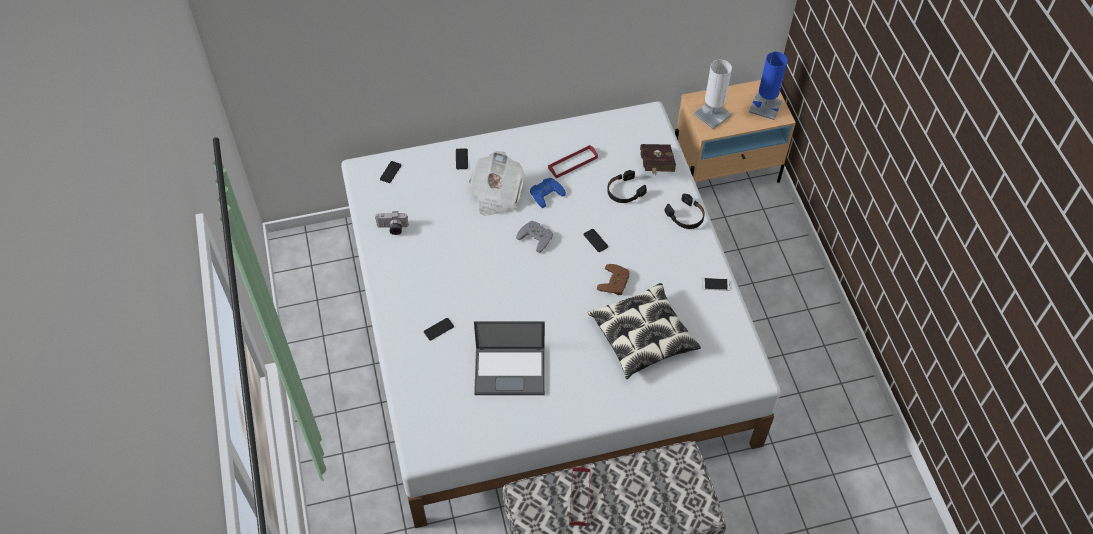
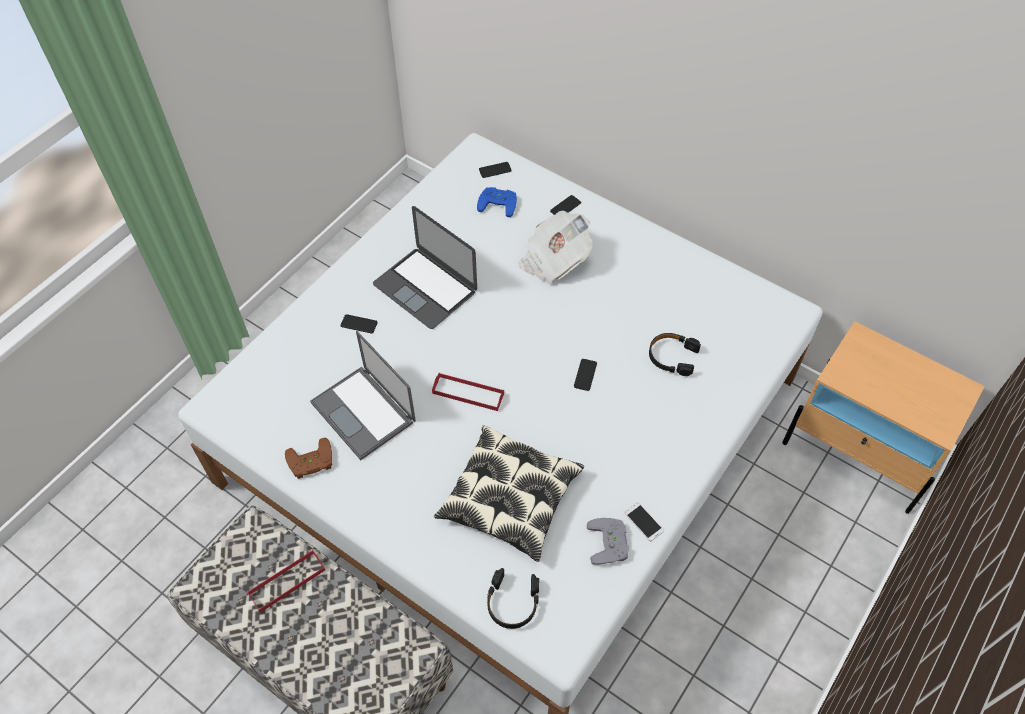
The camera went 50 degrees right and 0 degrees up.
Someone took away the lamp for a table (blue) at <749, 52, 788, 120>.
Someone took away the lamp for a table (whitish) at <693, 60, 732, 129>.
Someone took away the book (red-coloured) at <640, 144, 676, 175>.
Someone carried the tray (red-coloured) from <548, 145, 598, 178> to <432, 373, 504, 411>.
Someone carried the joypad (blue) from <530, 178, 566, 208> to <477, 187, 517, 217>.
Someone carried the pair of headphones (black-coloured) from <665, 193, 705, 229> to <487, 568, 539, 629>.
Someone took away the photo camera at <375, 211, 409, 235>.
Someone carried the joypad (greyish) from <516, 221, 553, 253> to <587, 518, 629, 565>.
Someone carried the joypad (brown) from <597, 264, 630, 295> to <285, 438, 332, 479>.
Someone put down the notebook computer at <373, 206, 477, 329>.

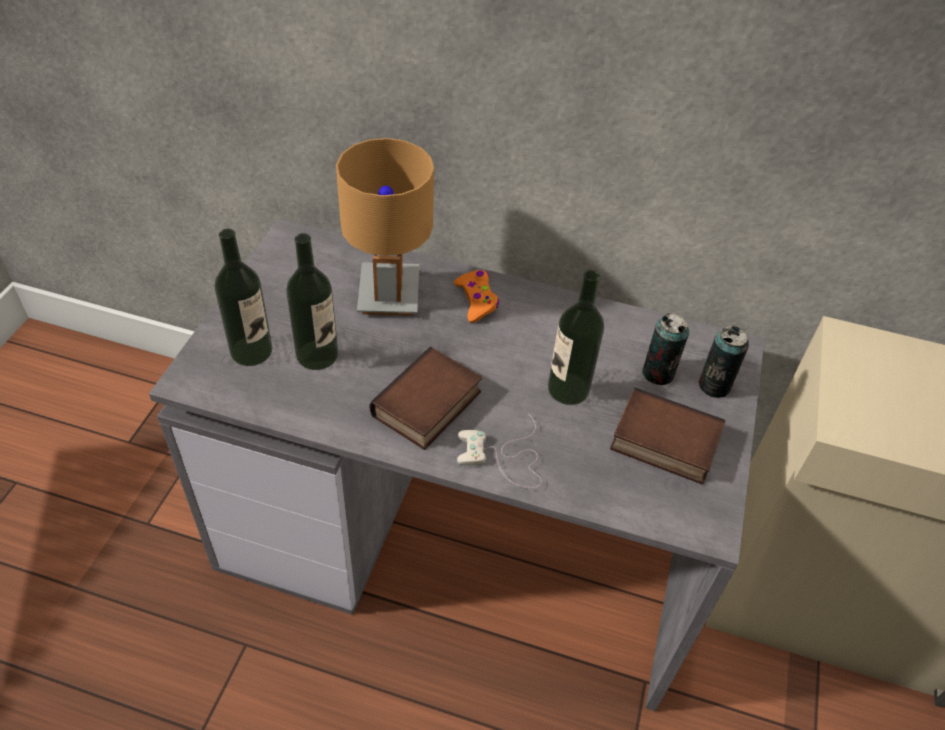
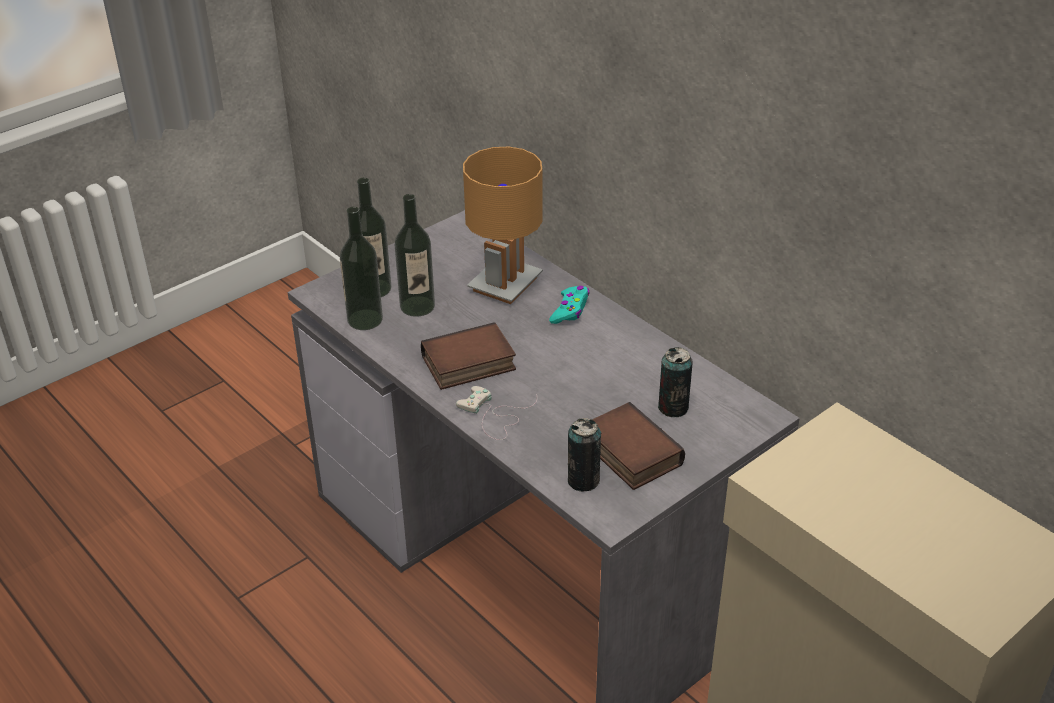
The camera went 35 degrees right and 10 degrees down.
Someone repainted the joypad (orange-coloured) at <454, 270, 499, 323>, which became the joypad (blue-green) at <549, 286, 589, 324>.
Someone carried the beverage bottle from <548, 270, 604, 405> to <340, 207, 383, 330>.
Someone carried the can from <699, 326, 749, 398> to <568, 418, 601, 492>.

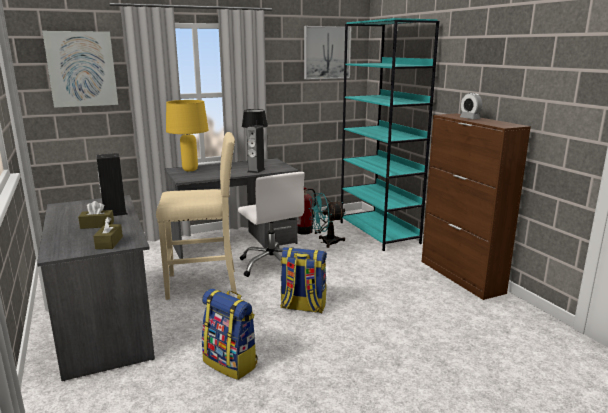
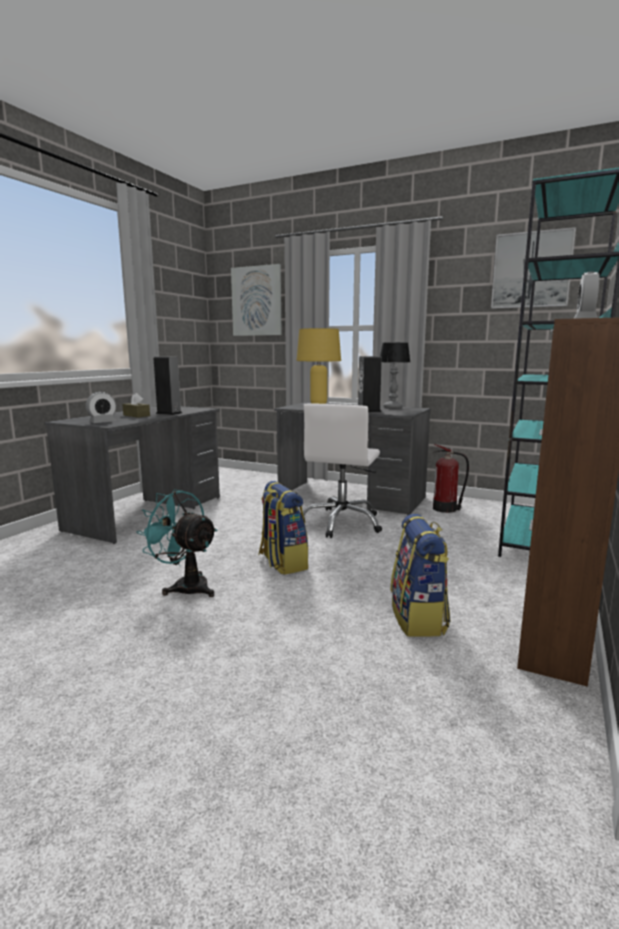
The camera went 50 degrees right and 5 degrees down.
Someone took away the sitting stool (sand-coloured) at <156, 132, 237, 300>.
Someone carried the cooling fan (blue-green) from <308, 193, 345, 248> to <136, 489, 218, 597>.
Someone swapped the tissue holder (brown) at <93, 217, 123, 249> for the table clock at <86, 392, 116, 423>.
Someone carried the rucksack from <202, 289, 258, 380> to <391, 514, 450, 637>.

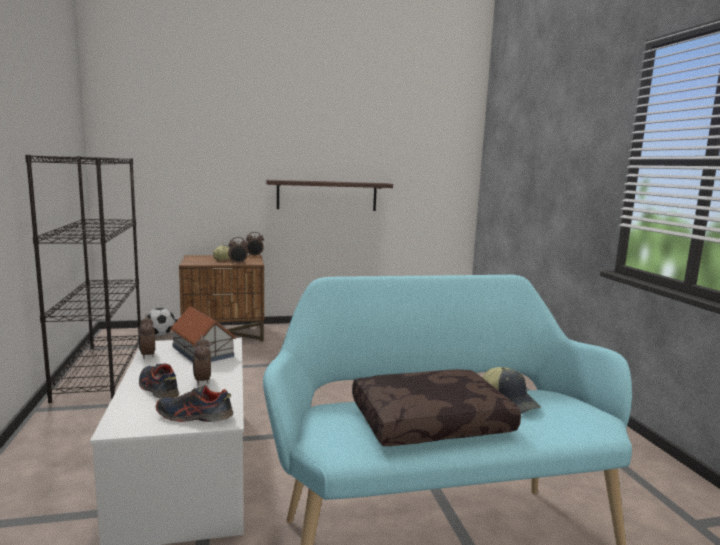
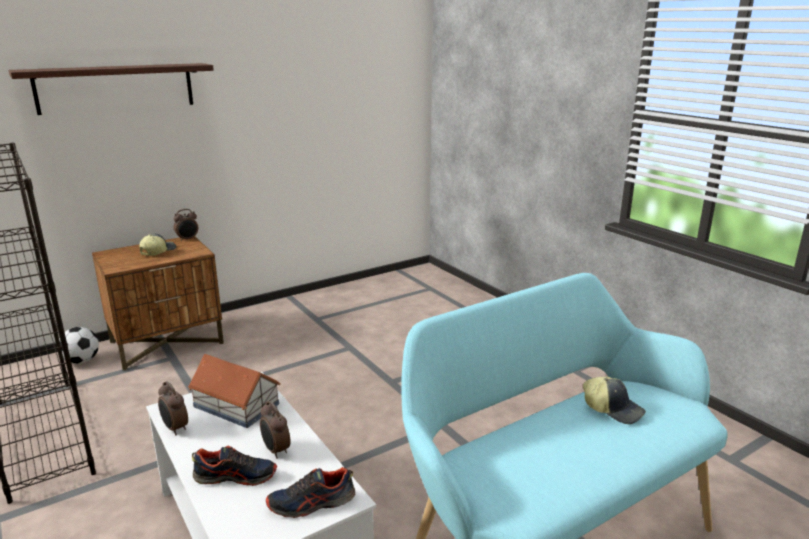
The camera went 20 degrees left and 10 degrees up.
Someone carried the bracket shelf from <266, 180, 393, 211> to <9, 63, 214, 115>.
Someone took away the table clock at <228, 237, 248, 264>.
Someone rotated the item of footwear at <139, 364, 179, 399> by 150 degrees clockwise.
Someone took away the cushion (brown) at <352, 369, 521, 446>.

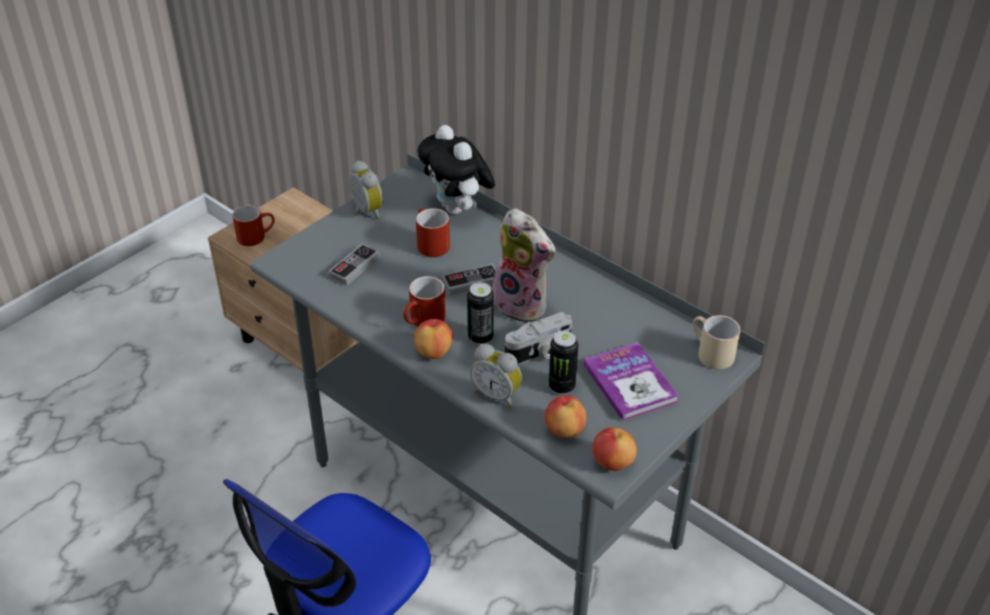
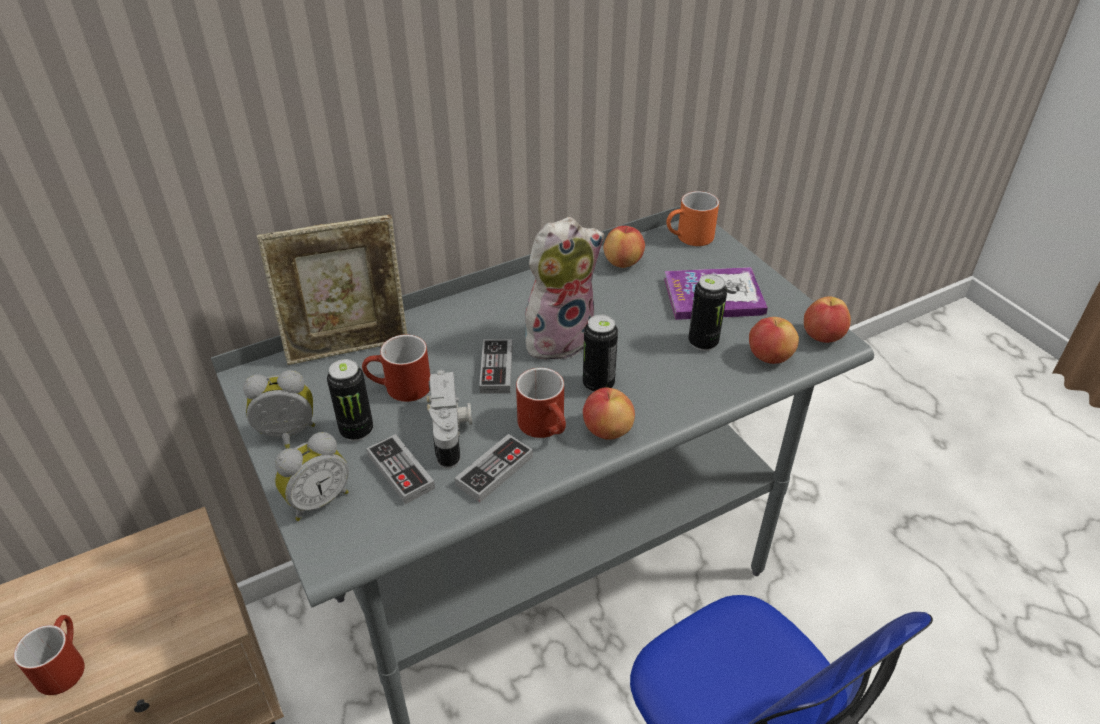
The camera went 70 degrees left and 0 degrees up.
Someone swapped the cuddly toy at <418, 125, 495, 215> for the picture frame at <257, 215, 407, 365>.
Someone carried the photo camera from <505, 312, 572, 365> to <427, 370, 472, 469>.
Someone repainted the tea mug (sand-coloured) at <693, 315, 741, 369>, which became the tea mug (orange-coloured) at <666, 191, 719, 246>.
Someone carried the table clock from <470, 344, 522, 407> to <275, 432, 349, 521>.
Someone put down the apple at <603, 226, 645, 268>.
Someone put down the can at <327, 359, 373, 441>.
Someone put down the joypad at <455, 434, 533, 503>.

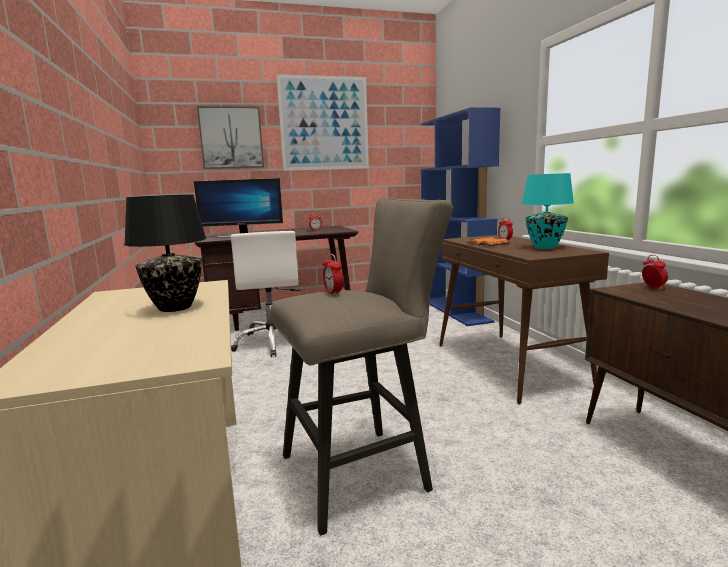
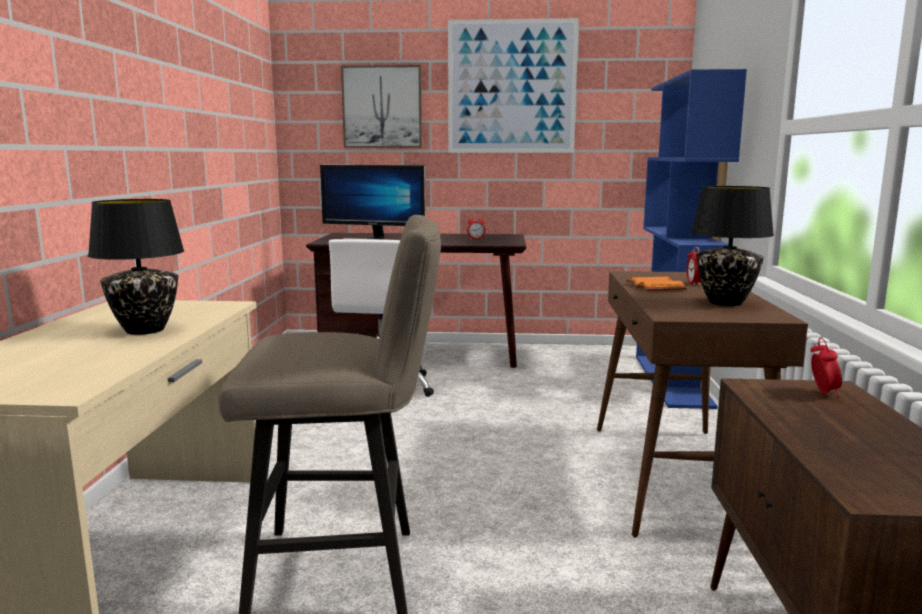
The camera went 20 degrees right and 0 degrees up.
Someone repainted the lamp for a table (blue-green) at <522, 173, 574, 249>, which became the lamp for a table (black-coloured) at <691, 186, 774, 306>.
Someone took away the table clock at <323, 254, 343, 296>.

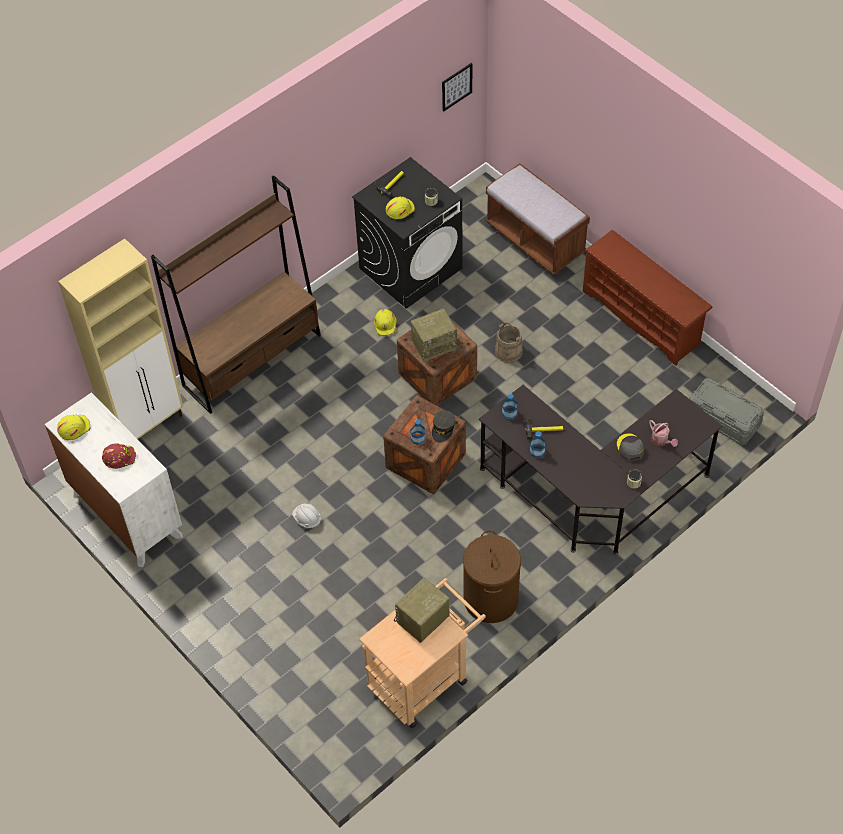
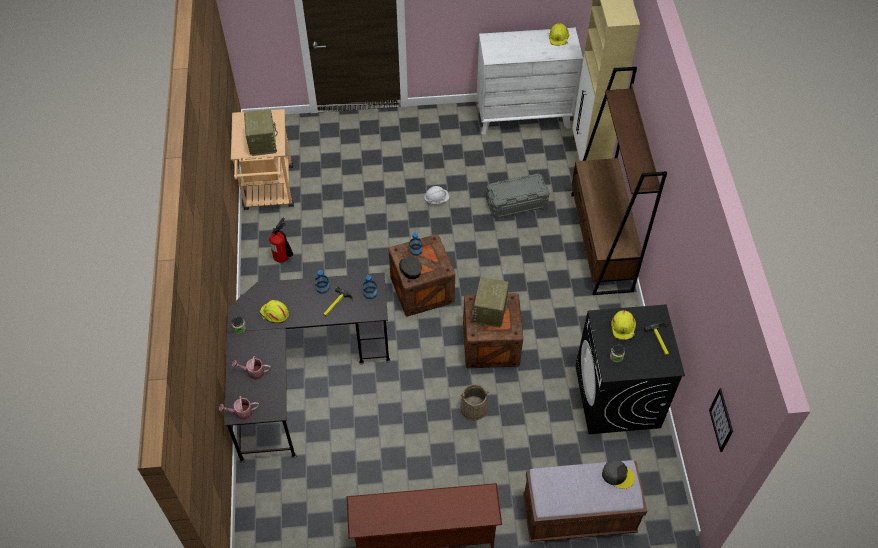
The camera went 125 degrees right and 0 degrees up.
Someone carried the work helmet (yellowish) from <374, 309, 397, 336> to <260, 300, 289, 323>.
Someone carried the storage bin (greyish) from <689, 378, 764, 445> to <486, 173, 549, 218>.
Someone carried the baseball cap (greyish) from <617, 433, 645, 461> to <602, 460, 635, 489>.
Someone took away the work helmet (red-coloured) at <102, 443, 136, 469>.
Someone swapped the washing basket (brown) at <463, 530, 521, 623> for the fire extinguisher at <269, 218, 293, 263>.
Someone put down the watering pot at <219, 396, 259, 420>.

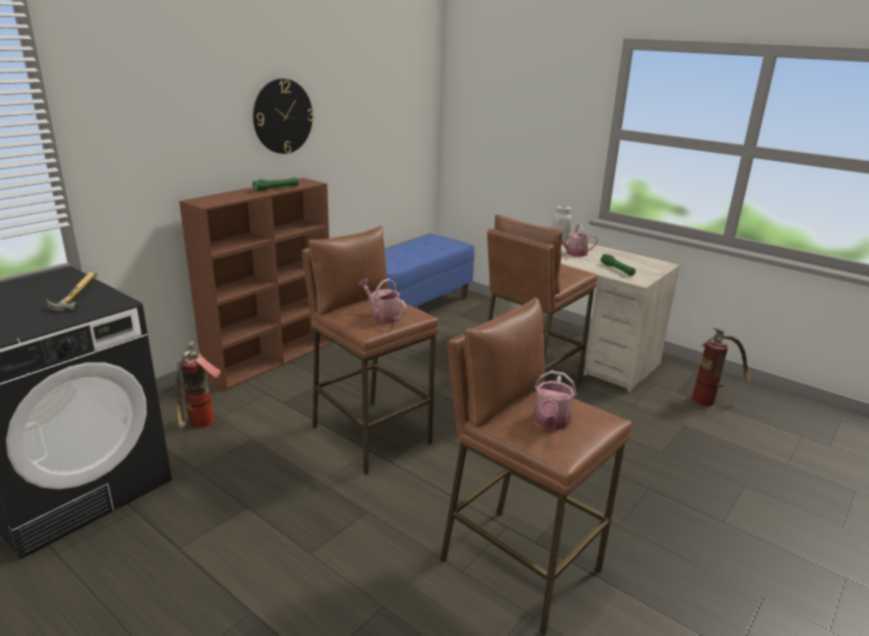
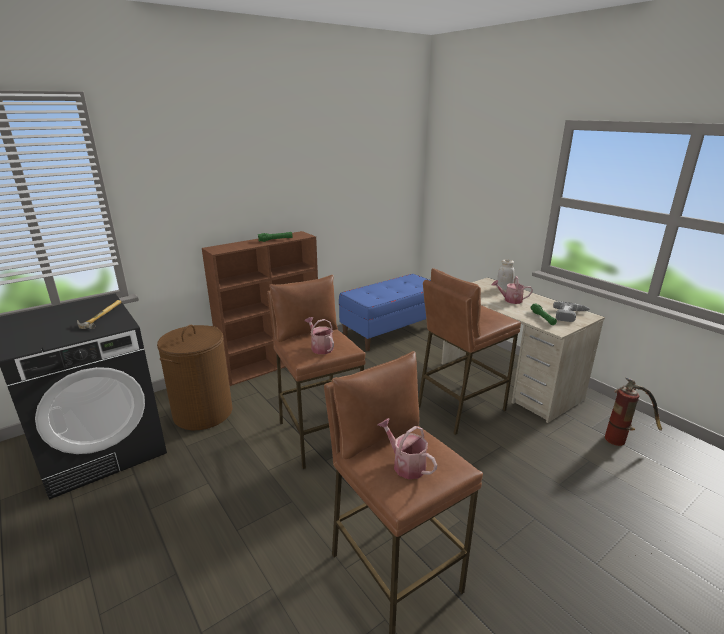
The camera went 15 degrees right and 0 degrees up.
Someone took away the wall clock at <253, 79, 314, 154>.
Someone swapped the fire extinguisher at <176, 340, 221, 429> for the washing basket (brown) at <157, 325, 233, 430>.
Someone rotated the watering pot at <533, 370, 576, 430> by 105 degrees clockwise.
Someone put down the drill at <553, 302, 590, 322>.

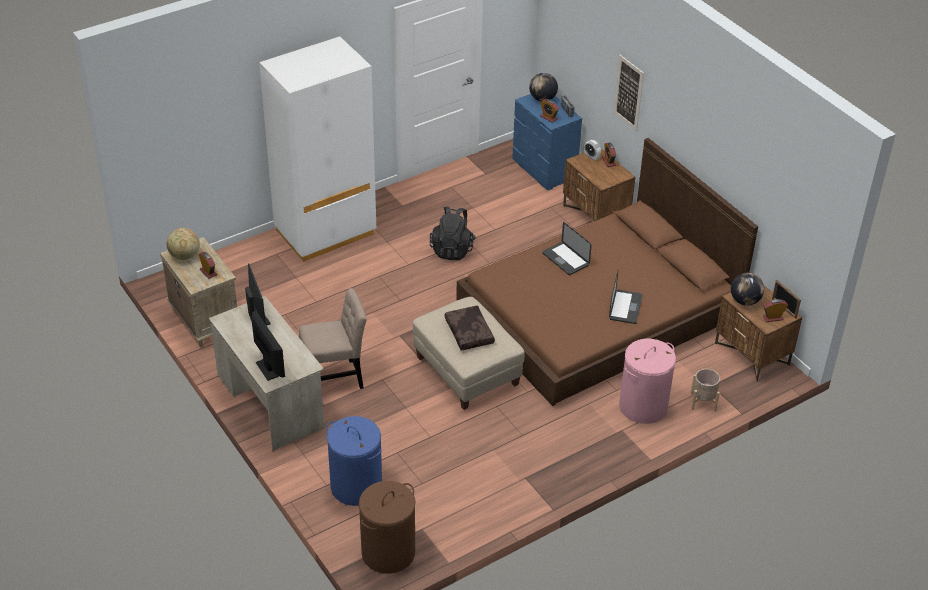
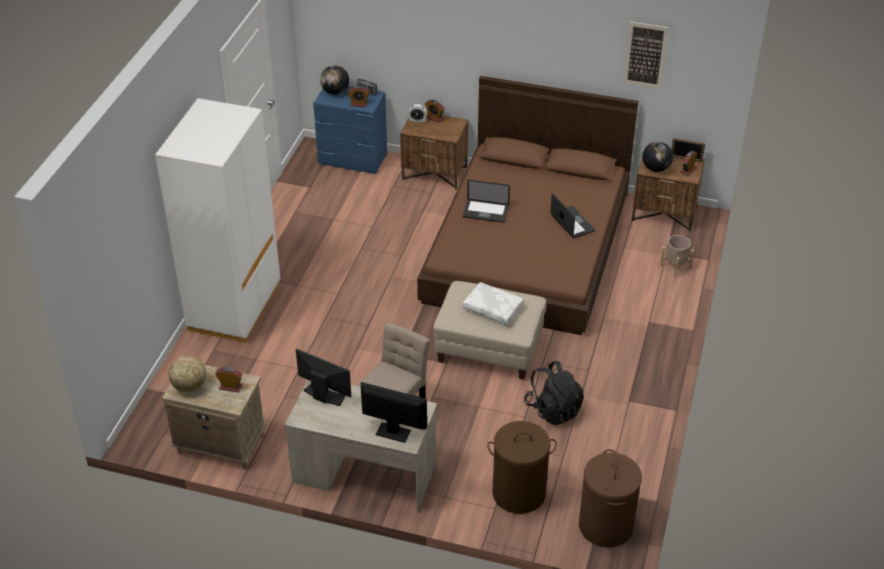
The camera went 40 degrees left and 0 degrees up.
Someone carried the picture from <613, 55, 644, 131> to <622, 22, 669, 89>.
Someone carried the rucksack (black-coloured) from <430, 206, 476, 260> to <524, 361, 584, 425>.
Someone repainted the cushion (brown) at <445, 306, 495, 351>, which became the cushion (whitish) at <462, 282, 524, 326>.
Someone took away the washing basket (pink-coloured) at <619, 339, 676, 424>.
Someone repainted the washing basket (blue) at <326, 416, 382, 506>, which became the washing basket (brown) at <487, 421, 557, 514>.

